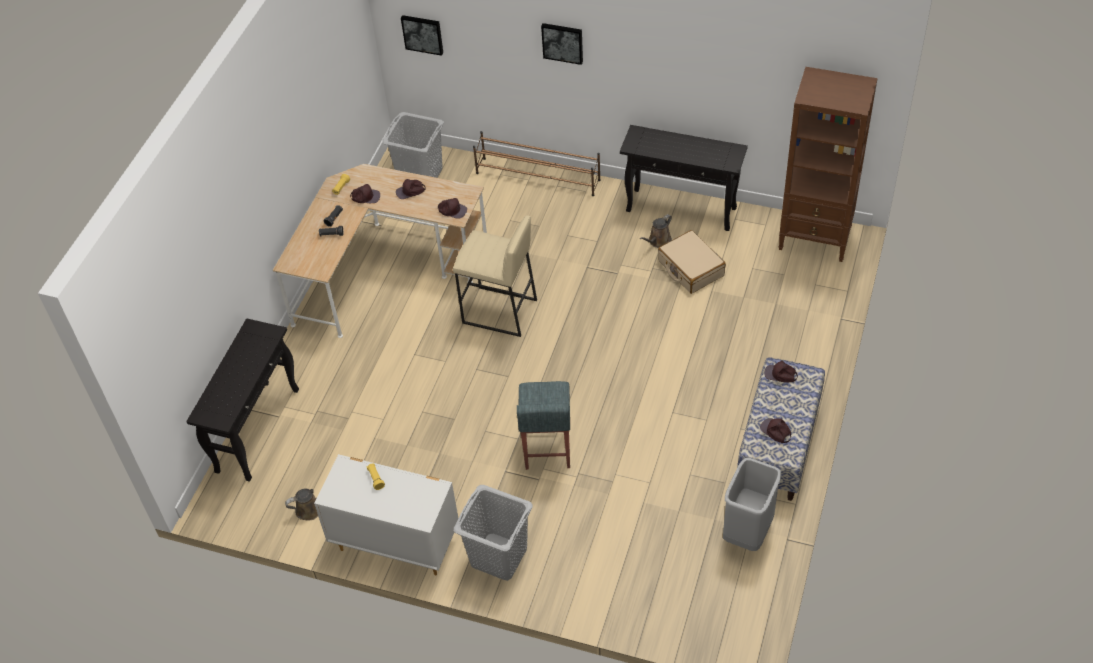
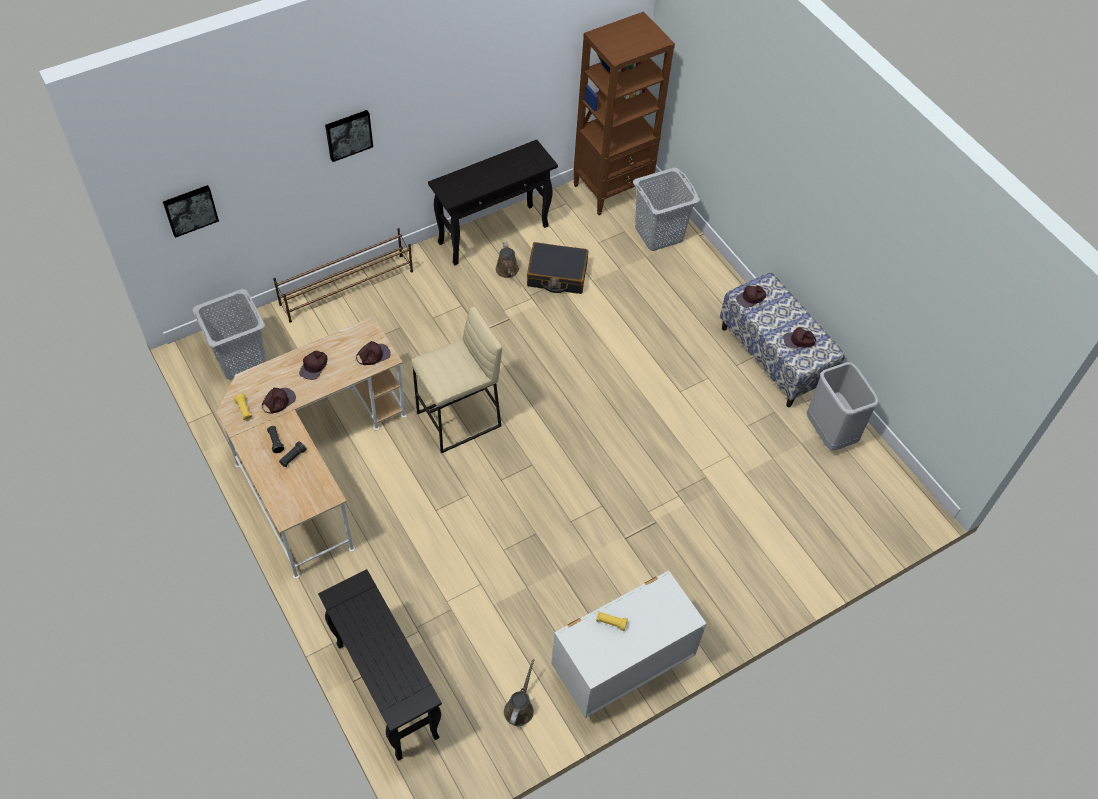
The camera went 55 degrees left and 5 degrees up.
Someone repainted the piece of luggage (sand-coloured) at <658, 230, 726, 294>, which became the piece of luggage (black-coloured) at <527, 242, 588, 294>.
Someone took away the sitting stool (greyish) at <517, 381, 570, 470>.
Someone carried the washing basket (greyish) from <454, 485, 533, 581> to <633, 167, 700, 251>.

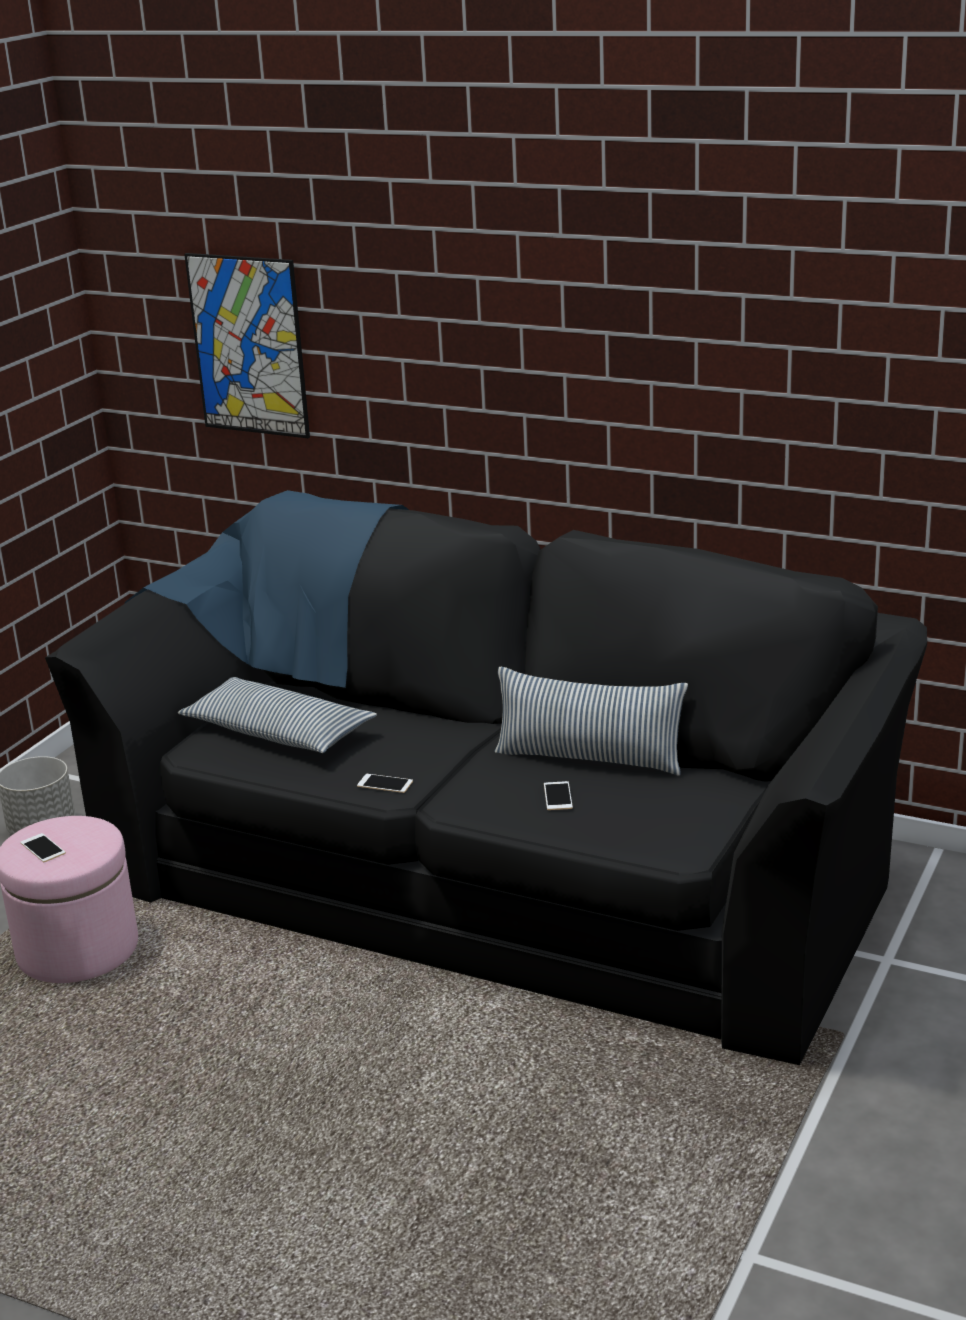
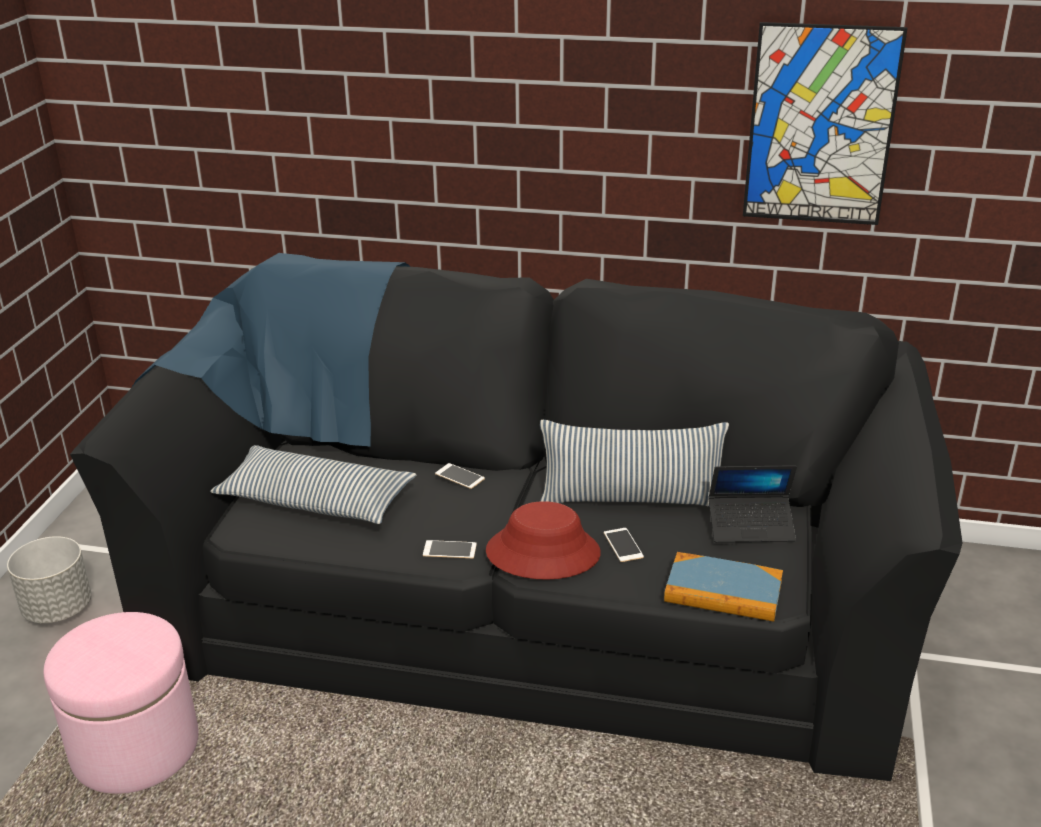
The camera went 15 degrees left and 5 degrees up.
Someone carried the picture from <184, 253, 310, 438> to <743, 22, 908, 225>.
Someone carried the telephone from <20, 833, 66, 862> to <435, 463, 485, 489>.
Someone put down the notebook computer at <709, 465, 797, 543>.
Someone put down the hat (red-coloured) at <486, 501, 601, 580>.
Someone put down the book at <664, 552, 783, 622>.

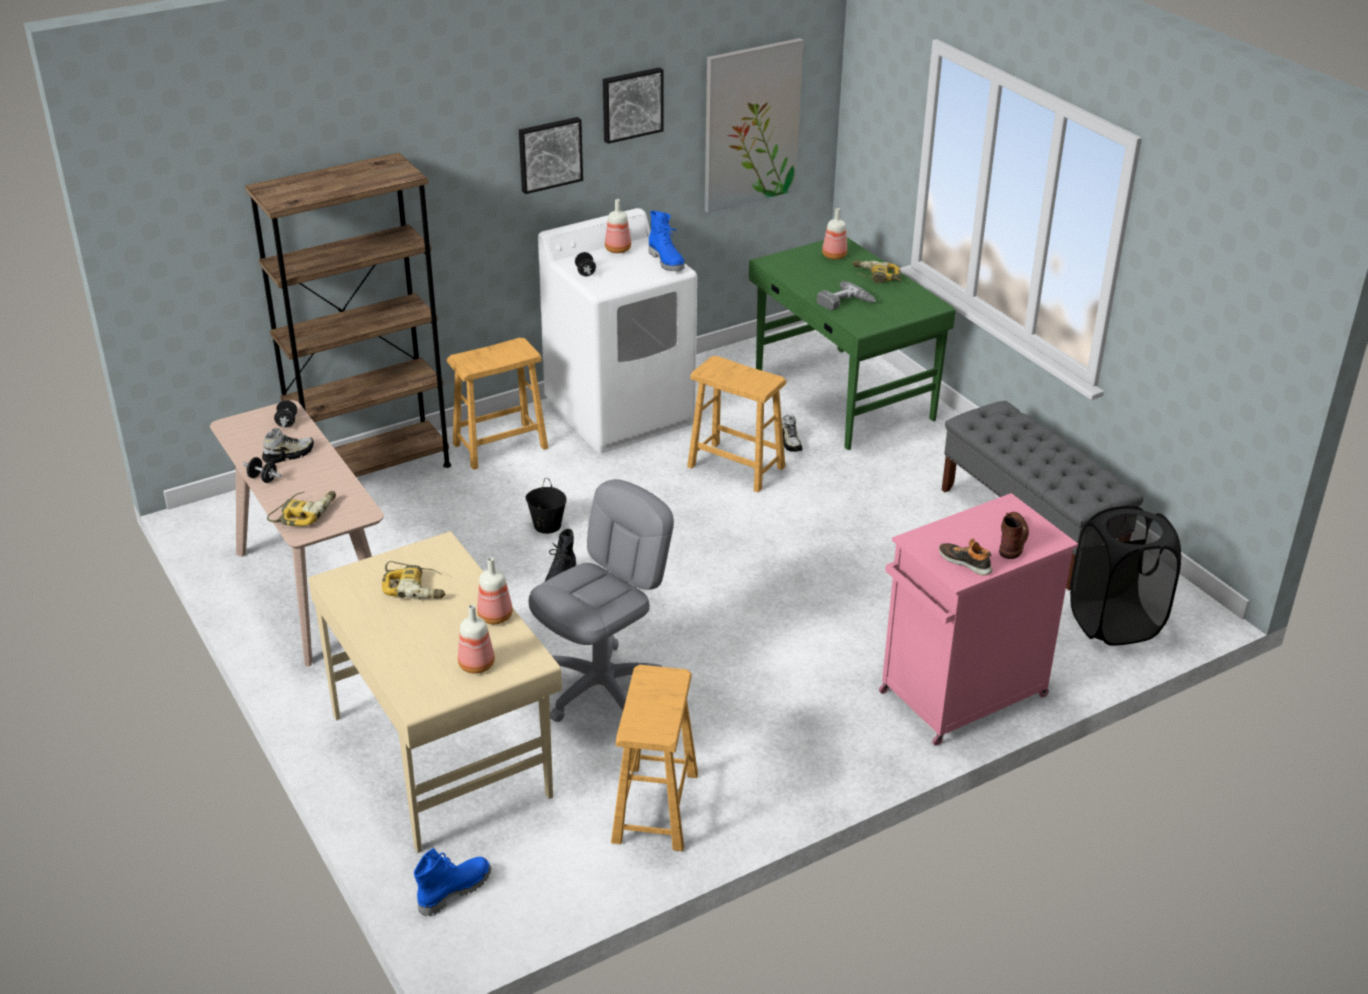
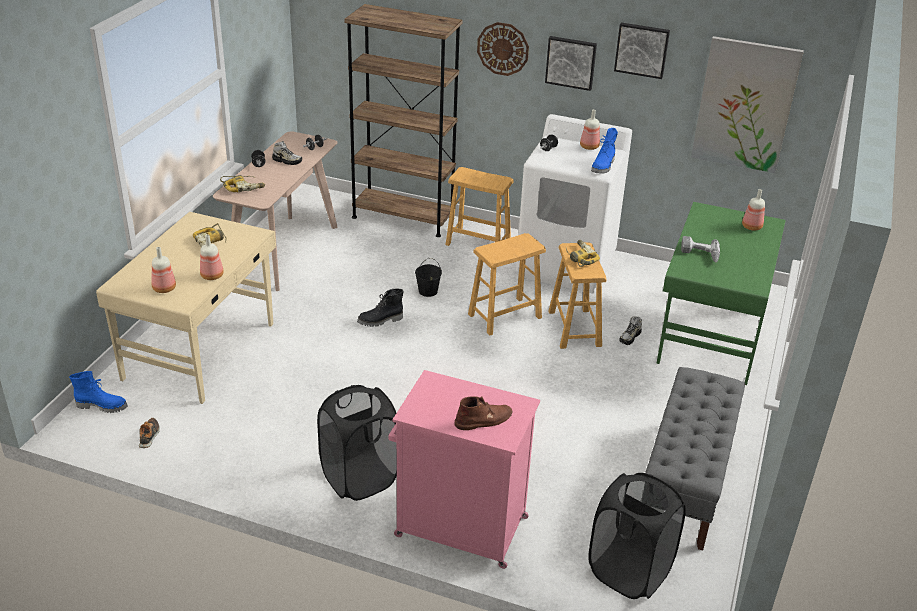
The camera went 50 degrees right and 0 degrees up.
Someone carried the drill from <852, 260, 901, 283> to <566, 240, 600, 267>.
Someone took away the computer chair (greyish) at <529, 479, 674, 722>.
Someone carried the item of footwear from <939, 539, 993, 576> to <139, 418, 160, 448>.
Someone carried the sitting stool (brown) from <611, 665, 698, 851> to <468, 233, 546, 336>.
Someone put up the wall clock at <477, 22, 529, 76>.
Someone put down the washing basket (black-coloured) at <317, 385, 397, 501>.

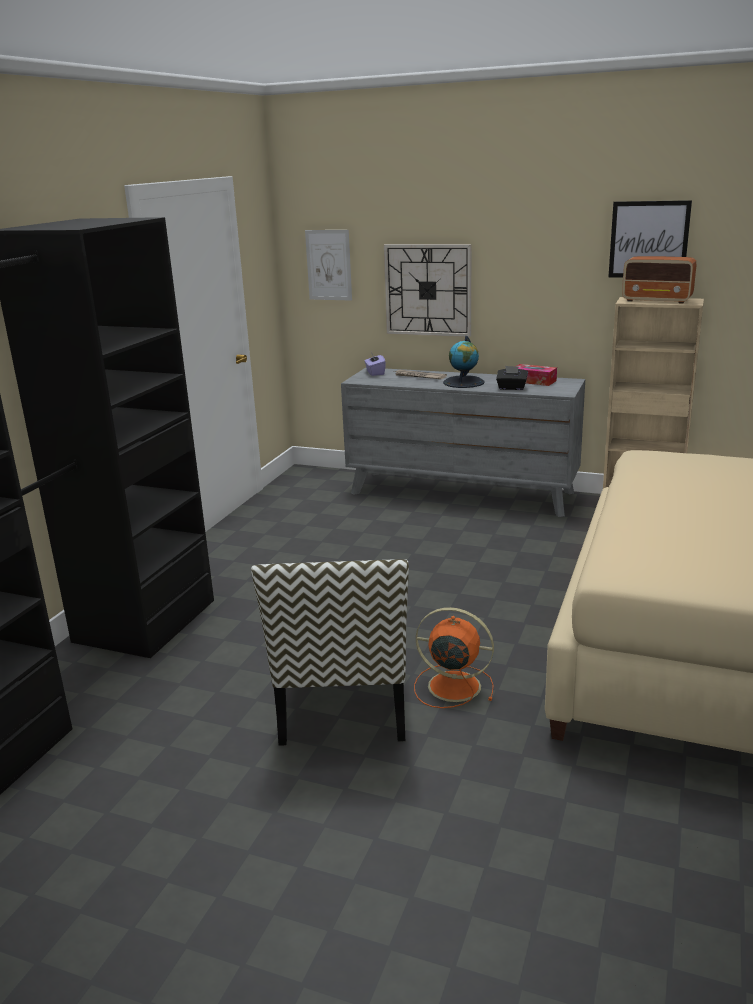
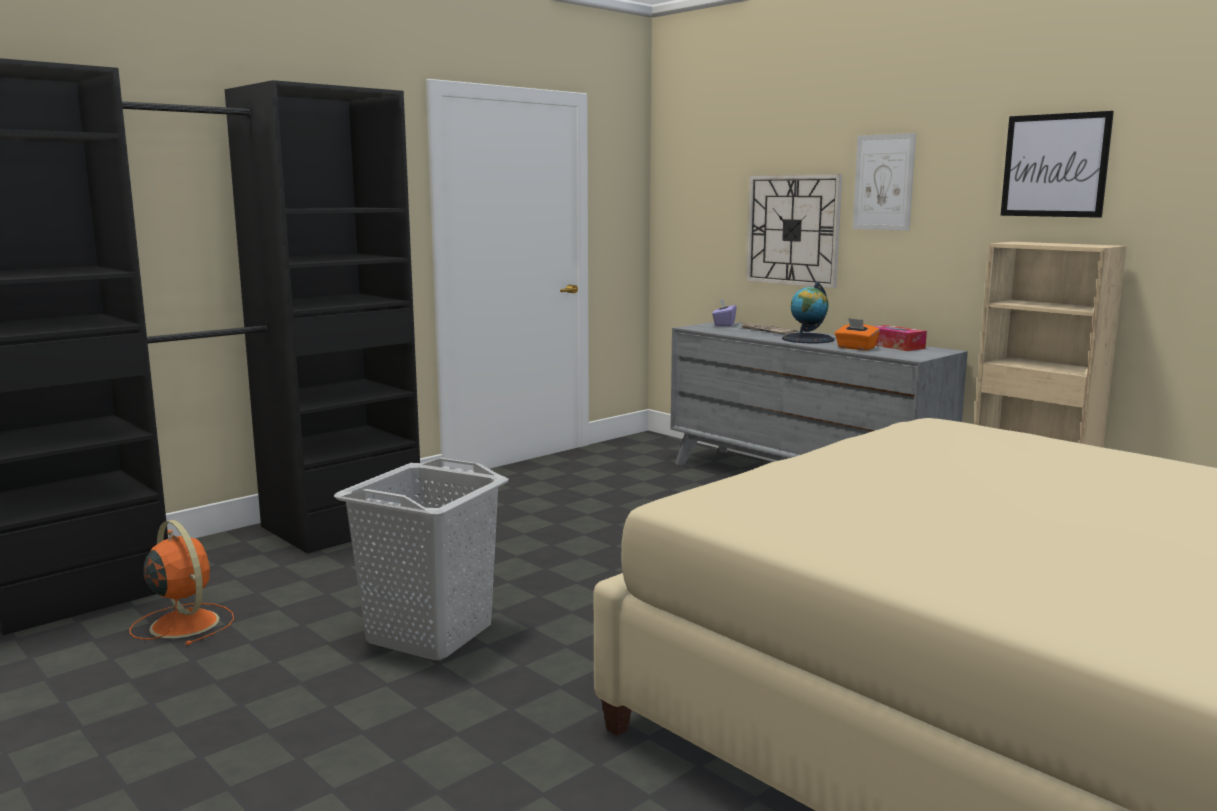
The camera went 25 degrees right and 10 degrees down.
Someone carried the picture from <305, 230, 352, 301> to <853, 133, 916, 231>.
Someone took away the radio set at <622, 256, 696, 304>.
Someone repainted the tissue holder (black-coloured) at <496, 366, 528, 390>, which became the tissue holder (orange-coloured) at <835, 318, 880, 350>.
Someone swapped the chair at <251, 559, 409, 746> for the washing basket (greyish) at <334, 458, 509, 660>.
Someone carried the cooling fan (orange-coloured) from <414, 607, 494, 708> to <130, 520, 234, 645>.

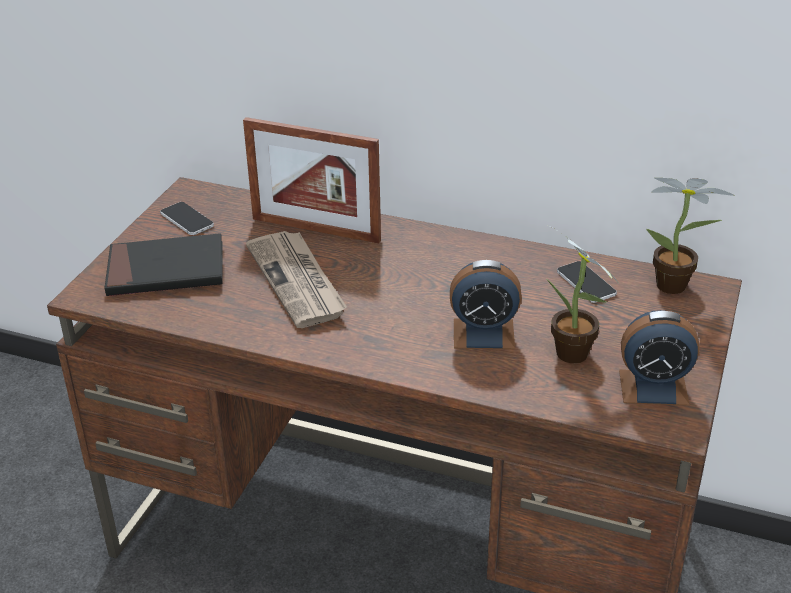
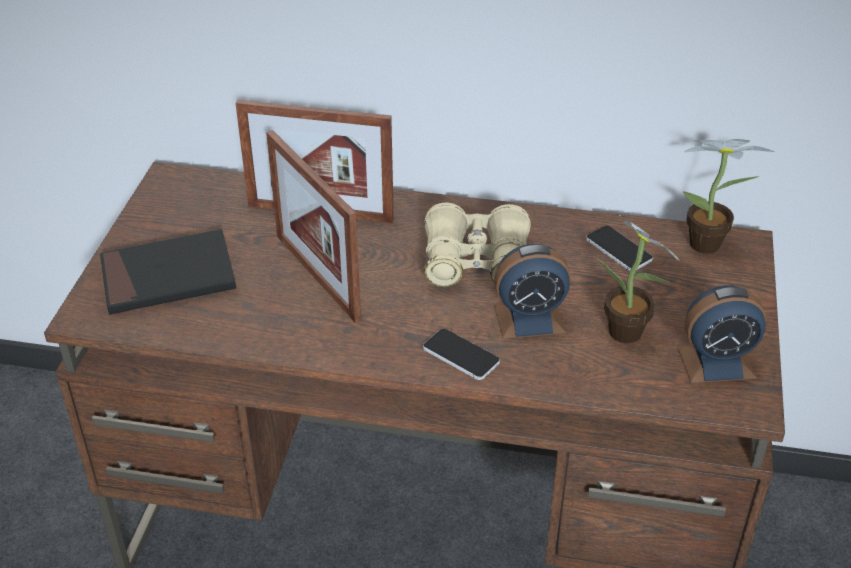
The camera went 10 degrees left and 5 degrees up.
Someone carried the telephone from <160, 202, 214, 235> to <423, 328, 500, 380>.
Someone swapped the daily paper at <246, 231, 347, 328> for the picture frame at <266, 130, 361, 323>.
Someone put down the field glasses (sand-coloured) at <424, 203, 531, 287>.

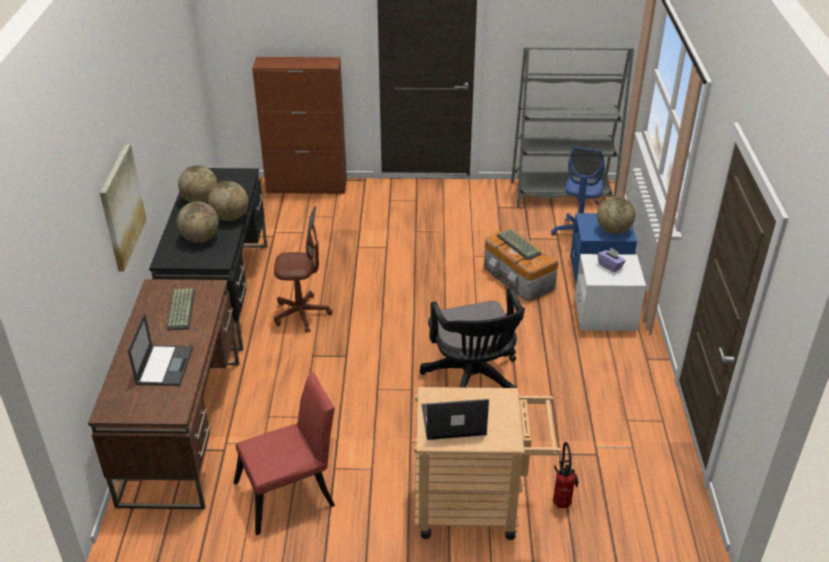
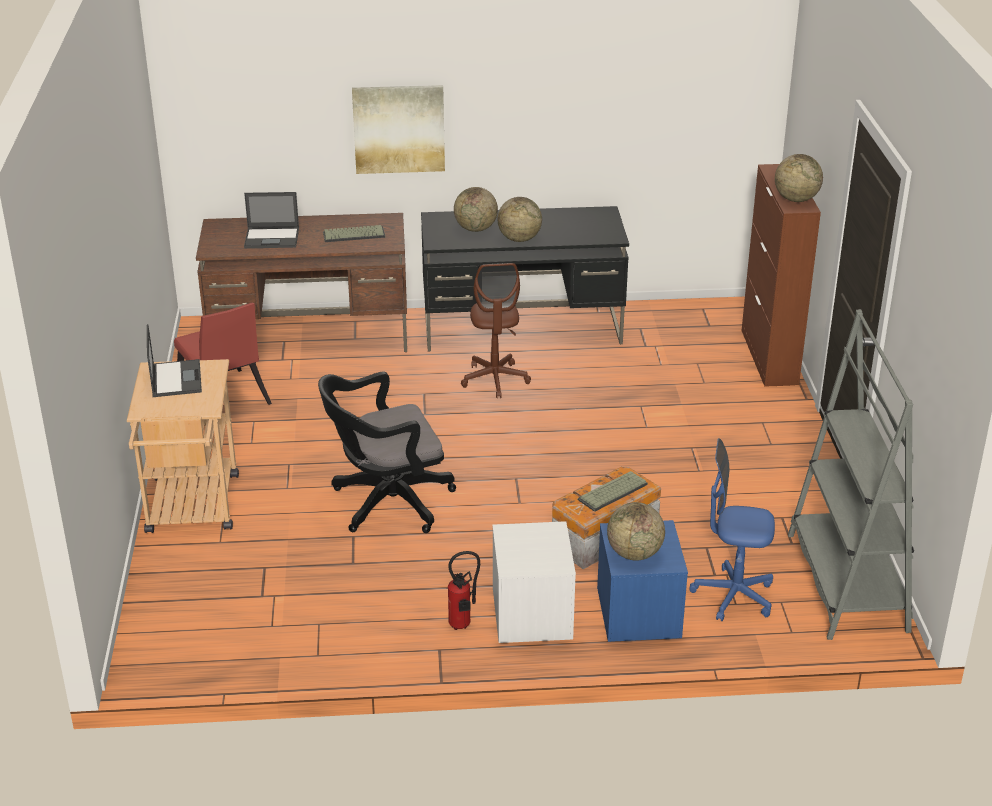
The camera went 85 degrees right and 5 degrees down.
Someone carried the globe from <178, 165, 218, 203> to <775, 154, 823, 202>.
Someone took away the tissue holder (purple-coloured) at <598, 247, 626, 272>.
Someone carried the fire extinguisher from <553, 442, 579, 508> to <448, 551, 480, 630>.

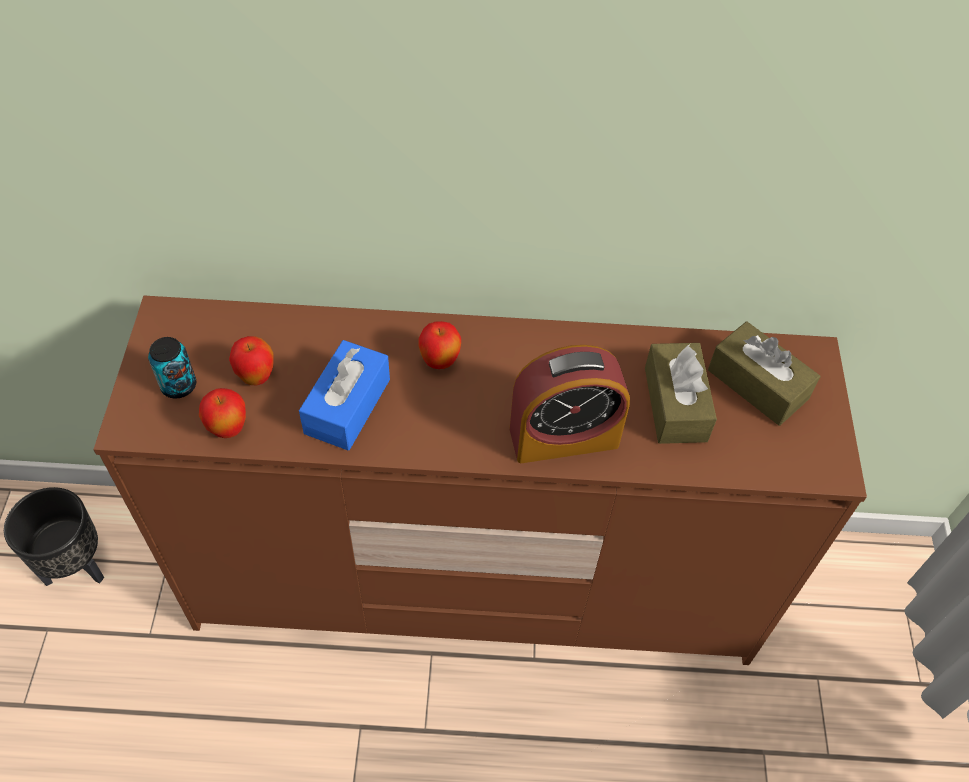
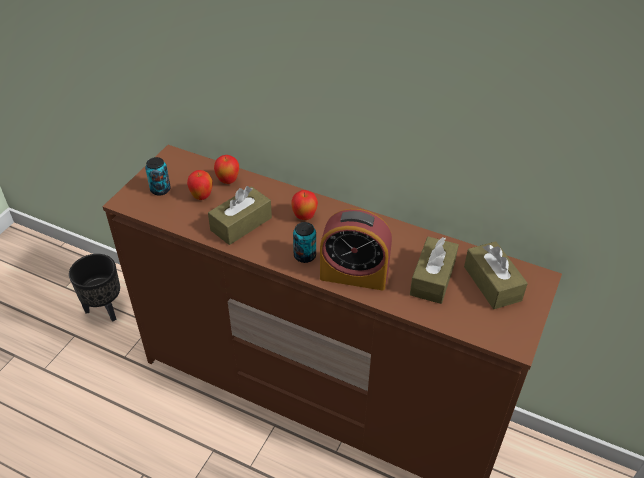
The camera went 25 degrees right and 10 degrees down.
Someone repainted the tissue holder (blue) at <299, 340, 390, 450>, which became the tissue holder (brown) at <208, 186, 272, 245>.
Someone carried the apple from <199, 388, 246, 438> to <214, 155, 239, 184>.
Someone put down the can at <293, 222, 316, 263>.

